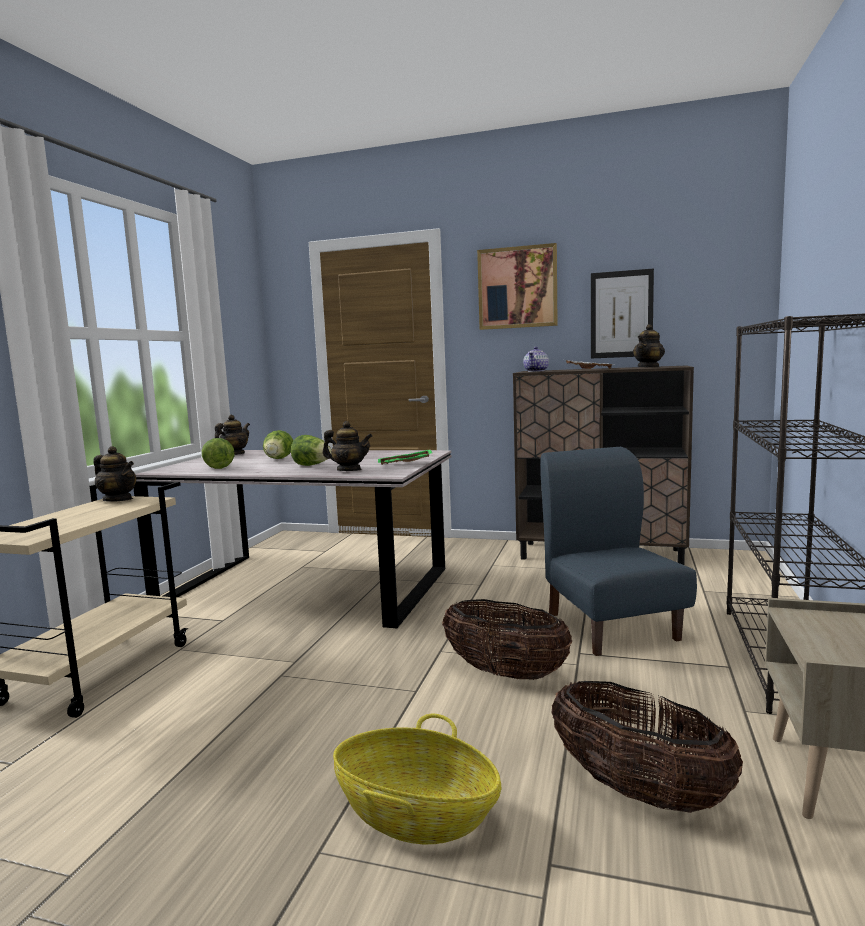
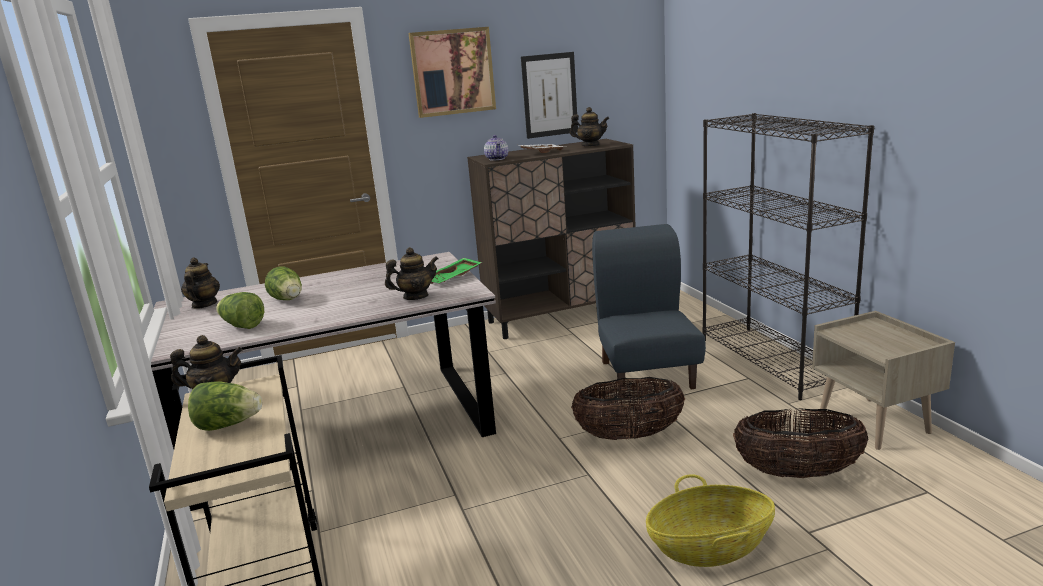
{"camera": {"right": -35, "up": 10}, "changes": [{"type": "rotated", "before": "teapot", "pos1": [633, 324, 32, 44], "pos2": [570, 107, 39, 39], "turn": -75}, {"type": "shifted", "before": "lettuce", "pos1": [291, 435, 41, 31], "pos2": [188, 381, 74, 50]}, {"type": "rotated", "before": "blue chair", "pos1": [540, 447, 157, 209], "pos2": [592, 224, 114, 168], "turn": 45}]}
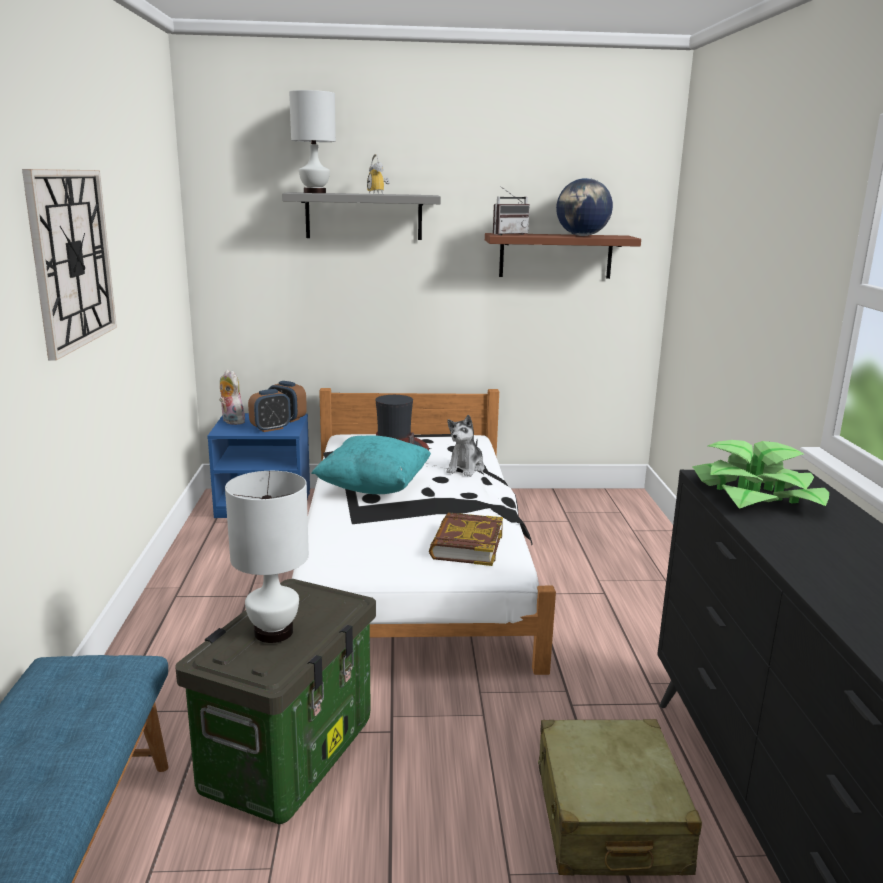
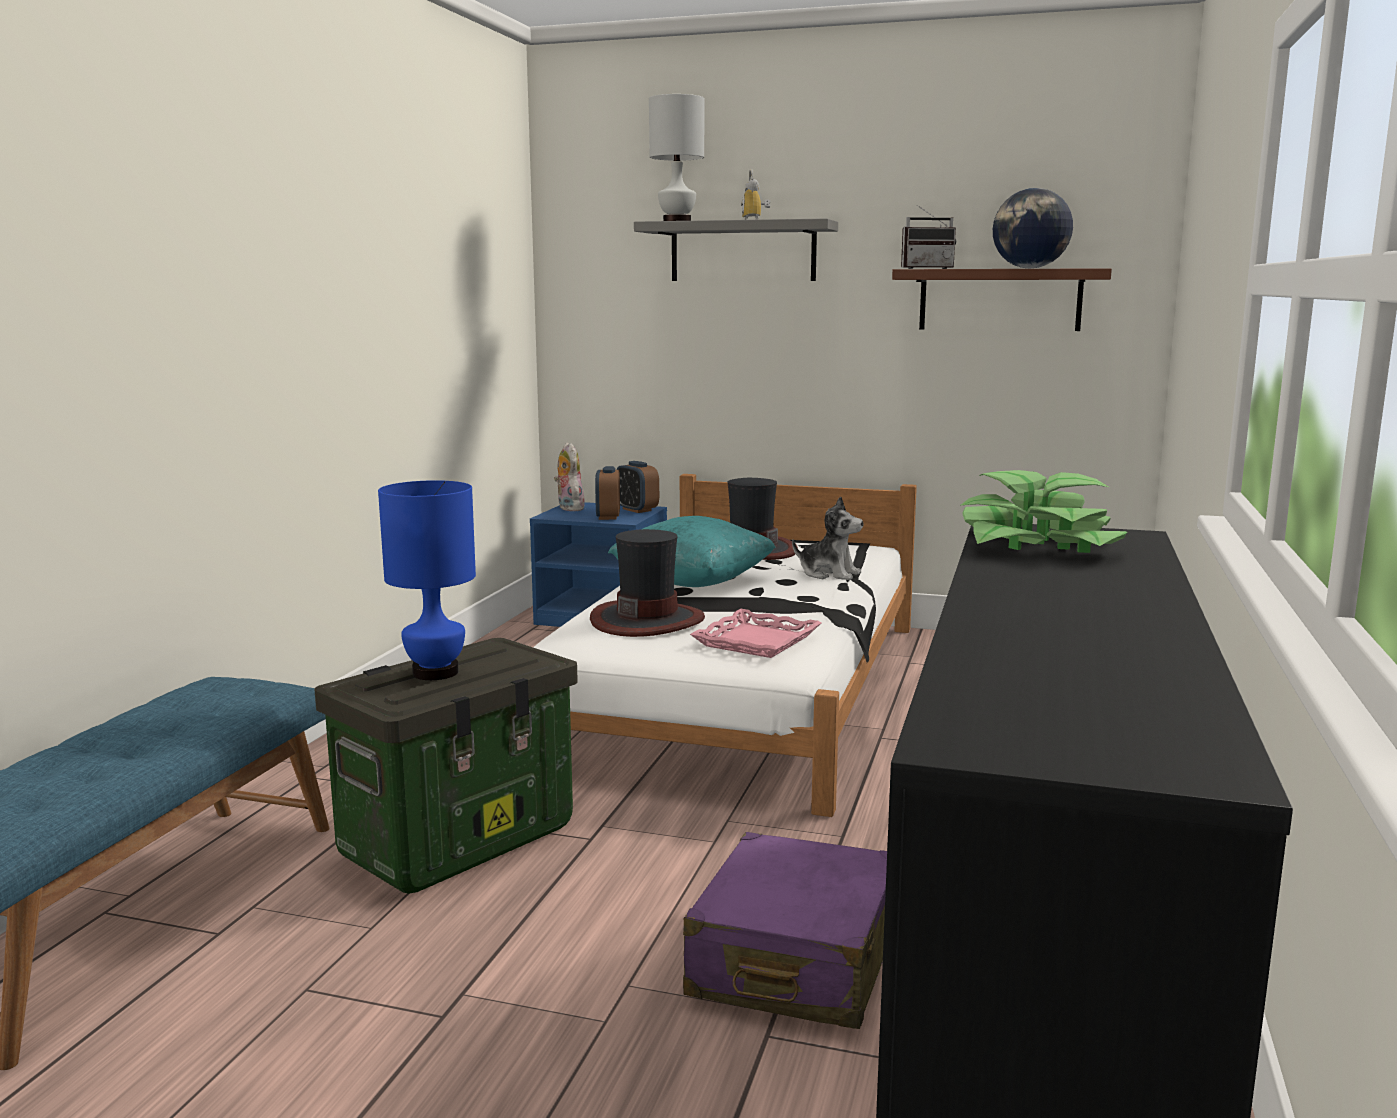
{"camera": {"right": 20, "up": -5}, "changes": [{"type": "gone", "before": "wall clock", "pos1": [22, 169, 95, 191]}, {"type": "rotated", "before": "alarm clock", "pos1": [248, 389, 43, 43], "pos2": [595, 466, 25, 54], "turn": 105}, {"type": "rotated", "before": "plush toy", "pos1": [446, 415, 39, 62], "pos2": [792, 496, 72, 84], "turn": -105}, {"type": "repainted", "before": "white table lamp", "after": "blue table lamp", "pos1": [225, 471, 84, 172], "pos2": [378, 480, 98, 200]}, {"type": "swapped", "before": "book", "after": "pink tray", "pos1": [429, 512, 74, 54], "pos2": [690, 609, 132, 49]}, {"type": "repainted", "before": "beige suitcase", "after": "purple suitcase", "pos1": [538, 719, 164, 157], "pos2": [683, 832, 204, 197]}, {"type": "new", "after": "hat", "pos2": [590, 529, 115, 108]}]}
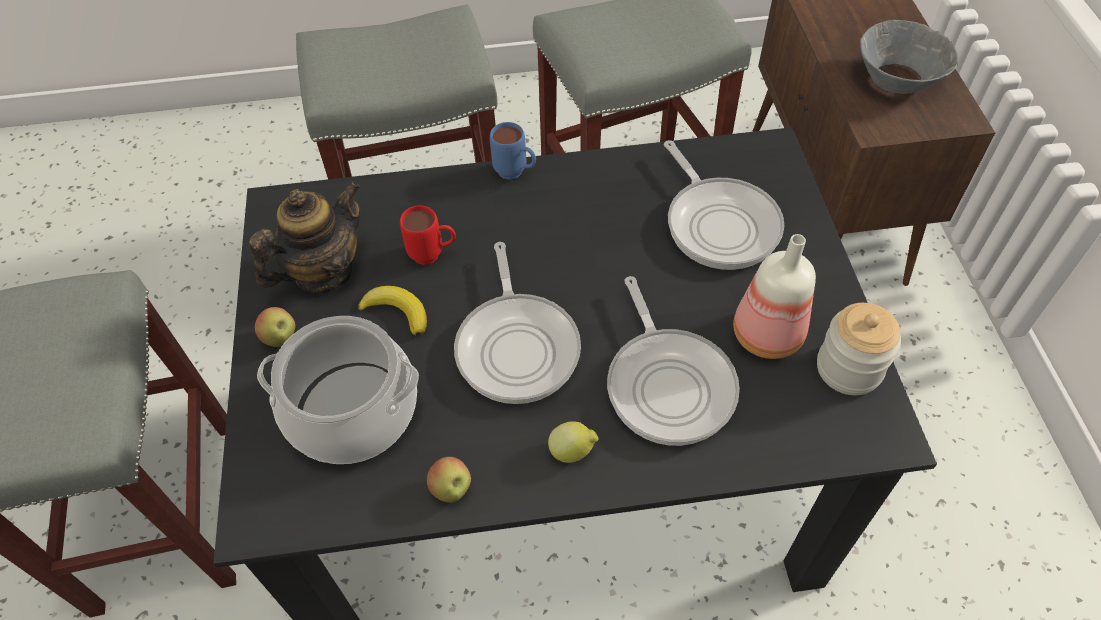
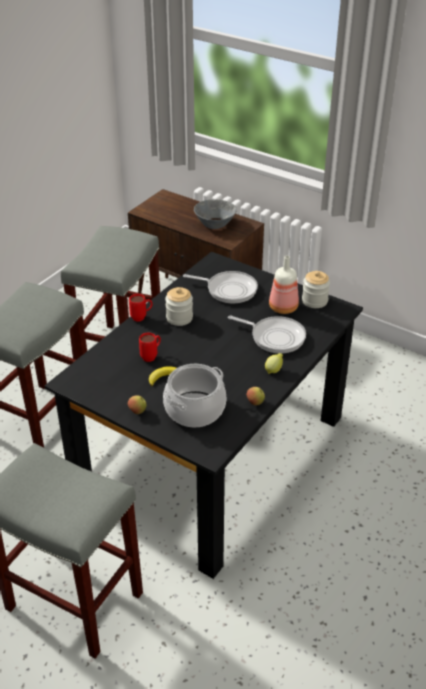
{"camera": {"right": -50, "up": -15}, "changes": [{"type": "repainted", "before": "blue mug", "after": "red mug", "pos1": [490, 122, 46, 58], "pos2": [129, 294, 24, 27]}, {"type": "gone", "before": "teapot", "pos1": [249, 181, 112, 112]}, {"type": "gone", "before": "frying pan", "pos1": [454, 242, 127, 162]}, {"type": "new", "after": "jar", "pos2": [165, 287, 28, 39]}]}
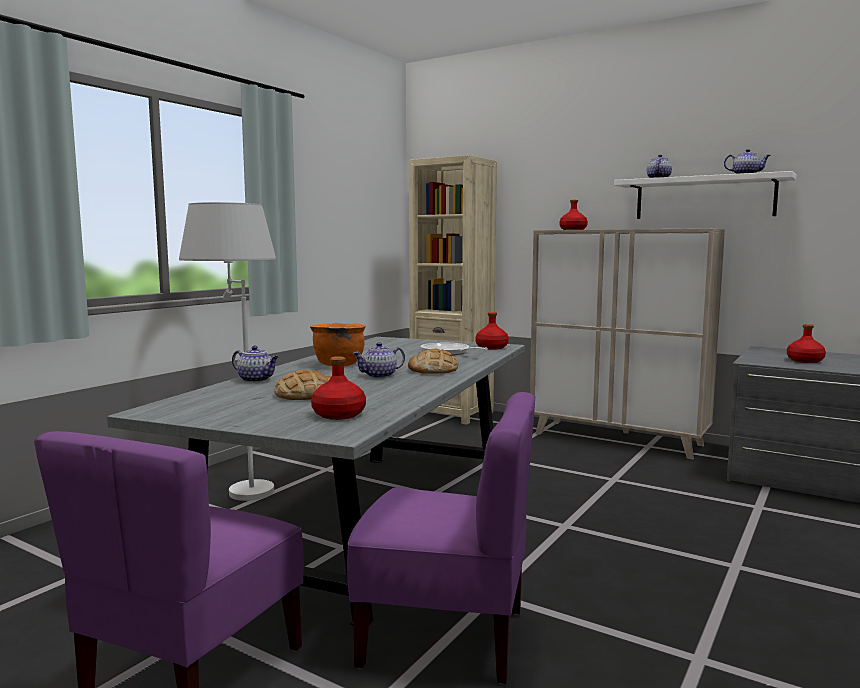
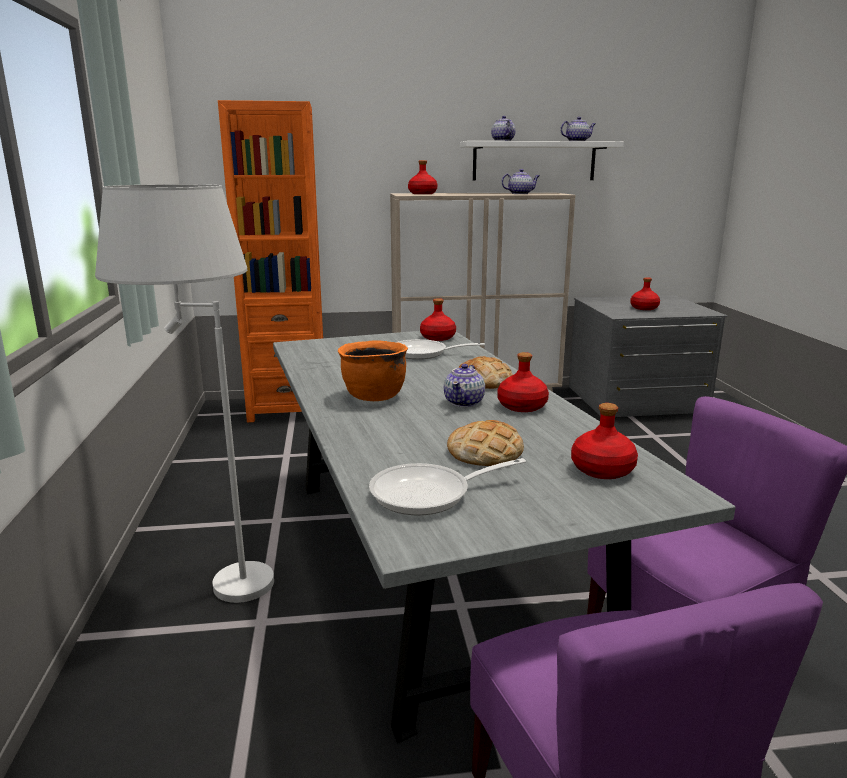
{"camera": {"right": -40, "up": 10}, "changes": [{"type": "repainted", "before": "beige bookcase", "after": "orange bookcase", "pos1": [409, 155, 88, 270], "pos2": [218, 100, 105, 322]}, {"type": "shifted", "before": "teapot", "pos1": [232, 346, 46, 36], "pos2": [501, 169, 39, 25]}, {"type": "new", "after": "red bottle", "pos2": [497, 352, 52, 60]}, {"type": "new", "after": "frying pan", "pos2": [369, 458, 157, 57]}]}
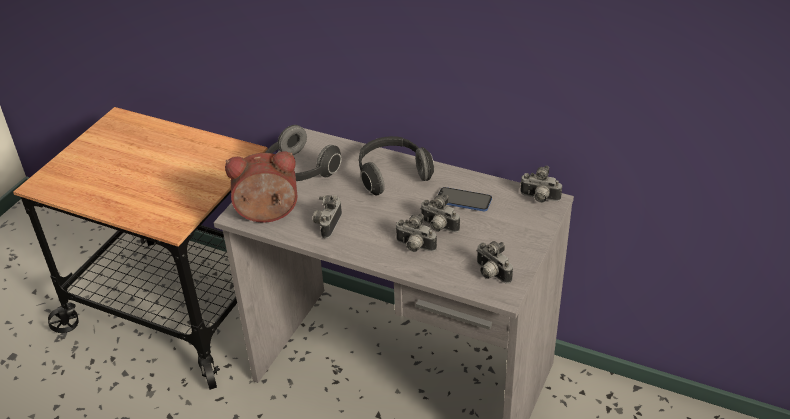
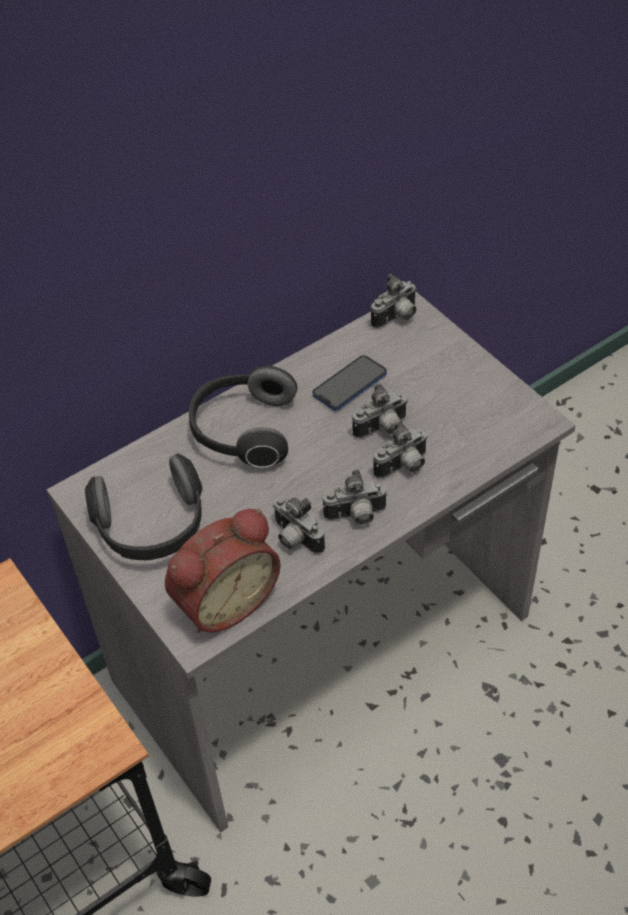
{"camera": {"right": -60, "up": 10}, "changes": [{"type": "rotated", "before": "alarm clock", "pos1": [225, 152, 73, 70], "pos2": [165, 509, 116, 124], "turn": -150}, {"type": "shifted", "before": "photo camera", "pos1": [476, 241, 37, 43], "pos2": [323, 469, 64, 56]}]}
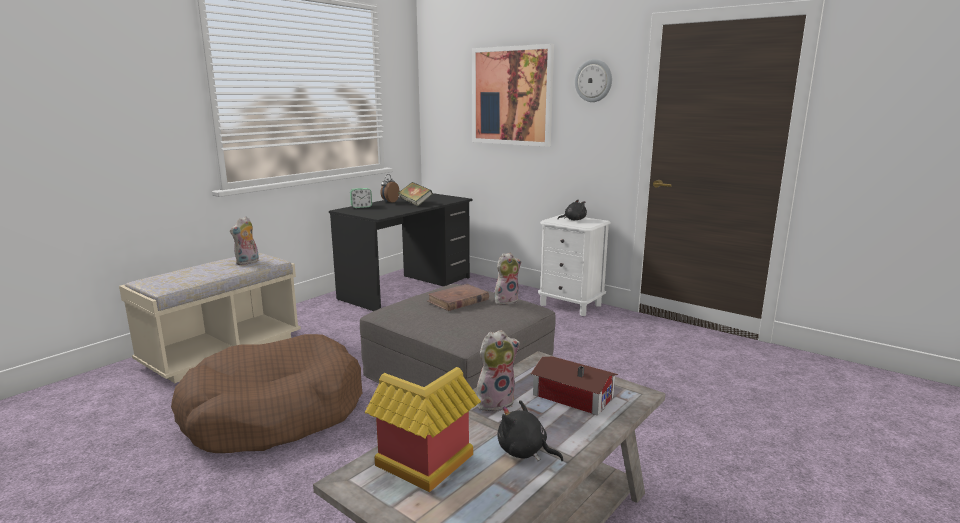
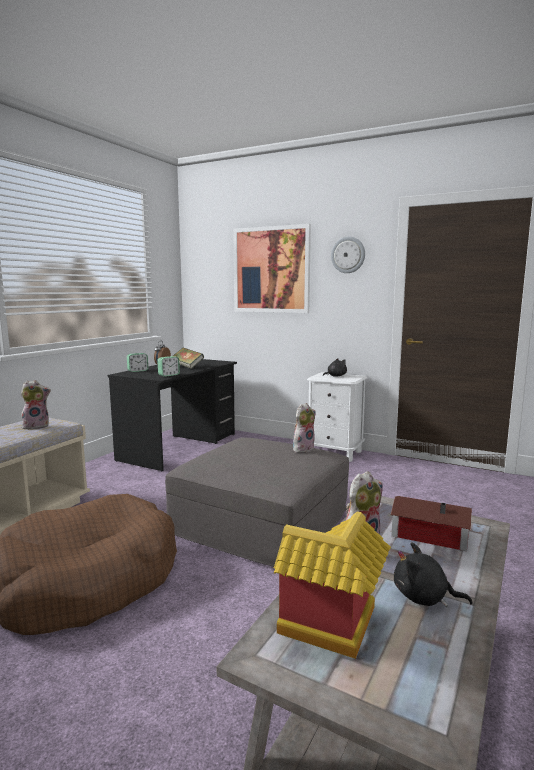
{"camera": {"right": -10, "up": -5}, "changes": [{"type": "rotated", "before": "plush toy", "pos1": [230, 216, 29, 49], "pos2": [21, 380, 30, 49], "turn": -135}, {"type": "gone", "before": "brown book", "pos1": [427, 284, 62, 27]}, {"type": "new", "after": "alarm clock", "pos2": [157, 356, 23, 21]}]}
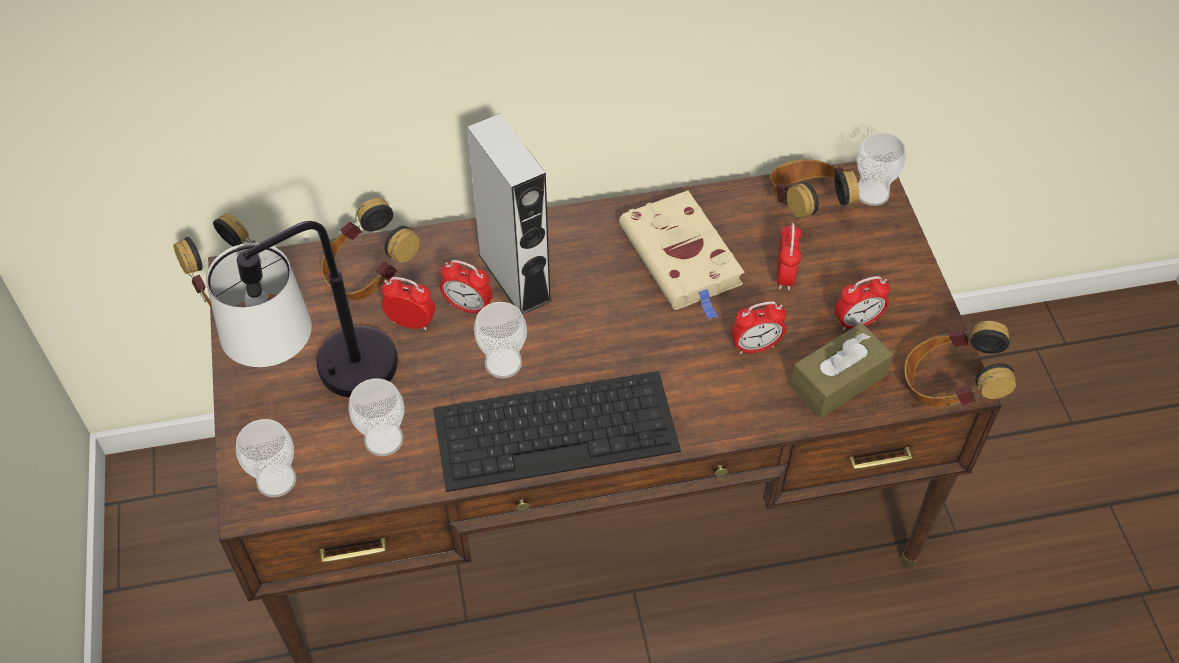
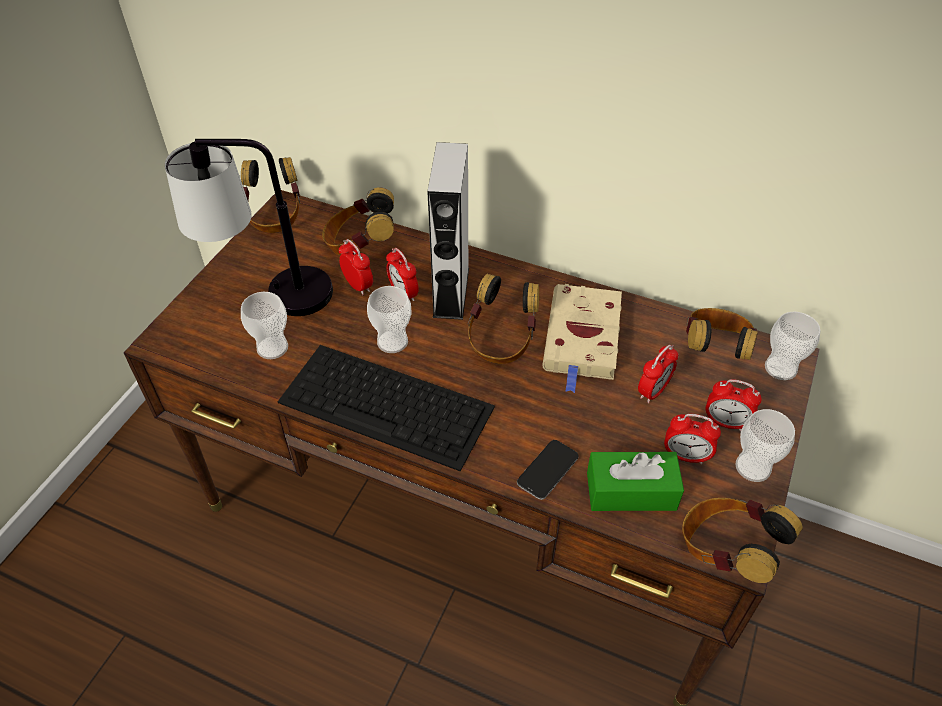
{"camera": {"right": 35, "up": -5}, "changes": [{"type": "shifted", "before": "alarm clock", "pos1": [731, 302, 55, 53], "pos2": [706, 379, 56, 52]}, {"type": "repainted", "before": "brown tissue box", "after": "green tissue box", "pos1": [790, 323, 103, 95], "pos2": [587, 452, 97, 59]}, {"type": "shifted", "before": "cup", "pos1": [236, 419, 60, 78], "pos2": [735, 409, 60, 73]}, {"type": "new", "after": "headphones", "pos2": [468, 274, 71, 90]}, {"type": "new", "after": "phone", "pos2": [517, 440, 62, 60]}]}
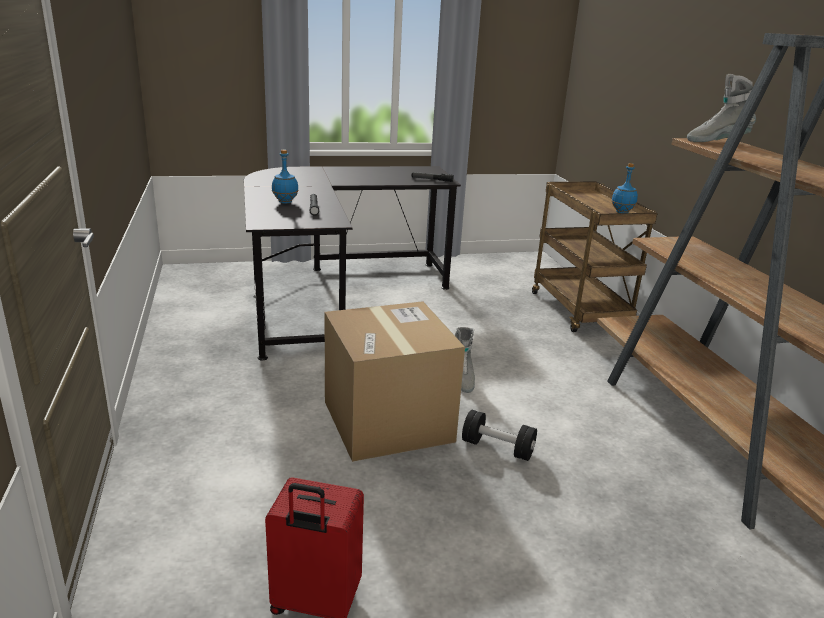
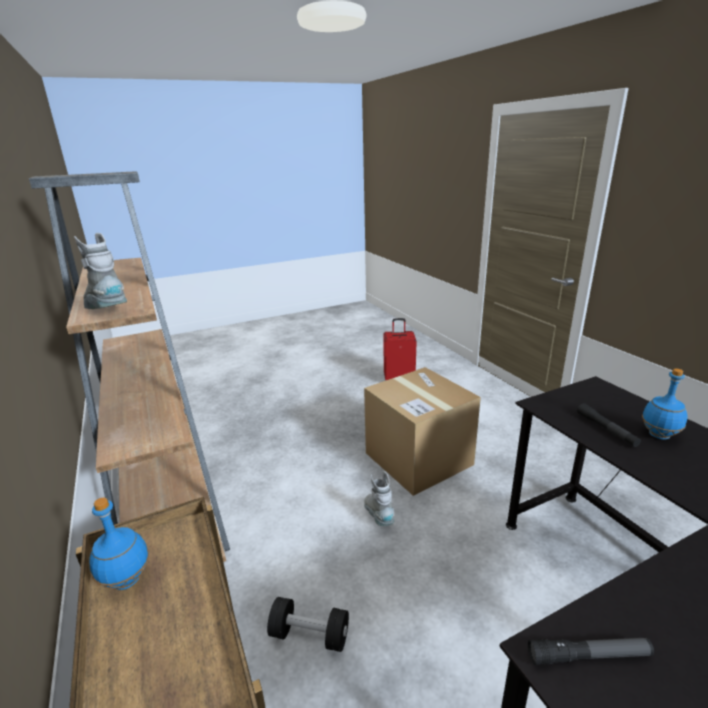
{"camera": {"right": 170, "up": 0}, "changes": [{"type": "rotated", "before": "grey boot", "pos1": [687, 74, 69, 68], "pos2": [74, 233, 53, 76], "turn": -120}, {"type": "shifted", "before": "black dumbbell", "pos1": [462, 410, 75, 51], "pos2": [267, 597, 82, 55]}]}
